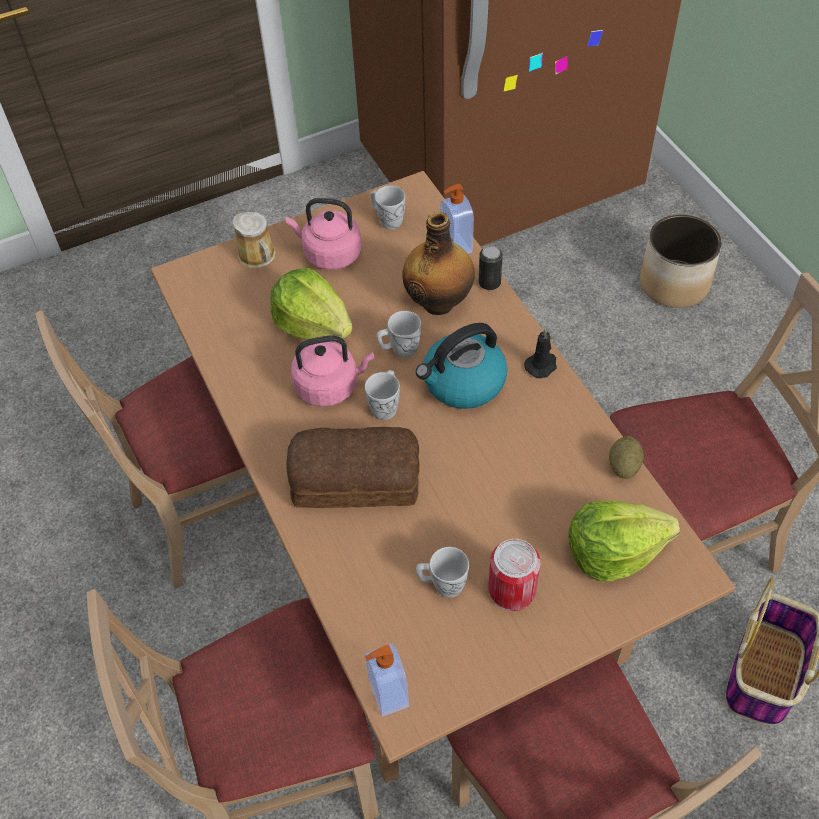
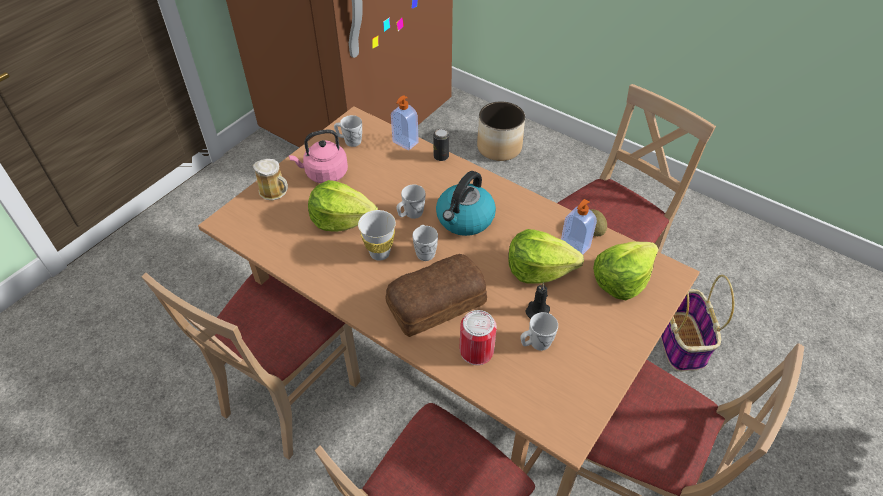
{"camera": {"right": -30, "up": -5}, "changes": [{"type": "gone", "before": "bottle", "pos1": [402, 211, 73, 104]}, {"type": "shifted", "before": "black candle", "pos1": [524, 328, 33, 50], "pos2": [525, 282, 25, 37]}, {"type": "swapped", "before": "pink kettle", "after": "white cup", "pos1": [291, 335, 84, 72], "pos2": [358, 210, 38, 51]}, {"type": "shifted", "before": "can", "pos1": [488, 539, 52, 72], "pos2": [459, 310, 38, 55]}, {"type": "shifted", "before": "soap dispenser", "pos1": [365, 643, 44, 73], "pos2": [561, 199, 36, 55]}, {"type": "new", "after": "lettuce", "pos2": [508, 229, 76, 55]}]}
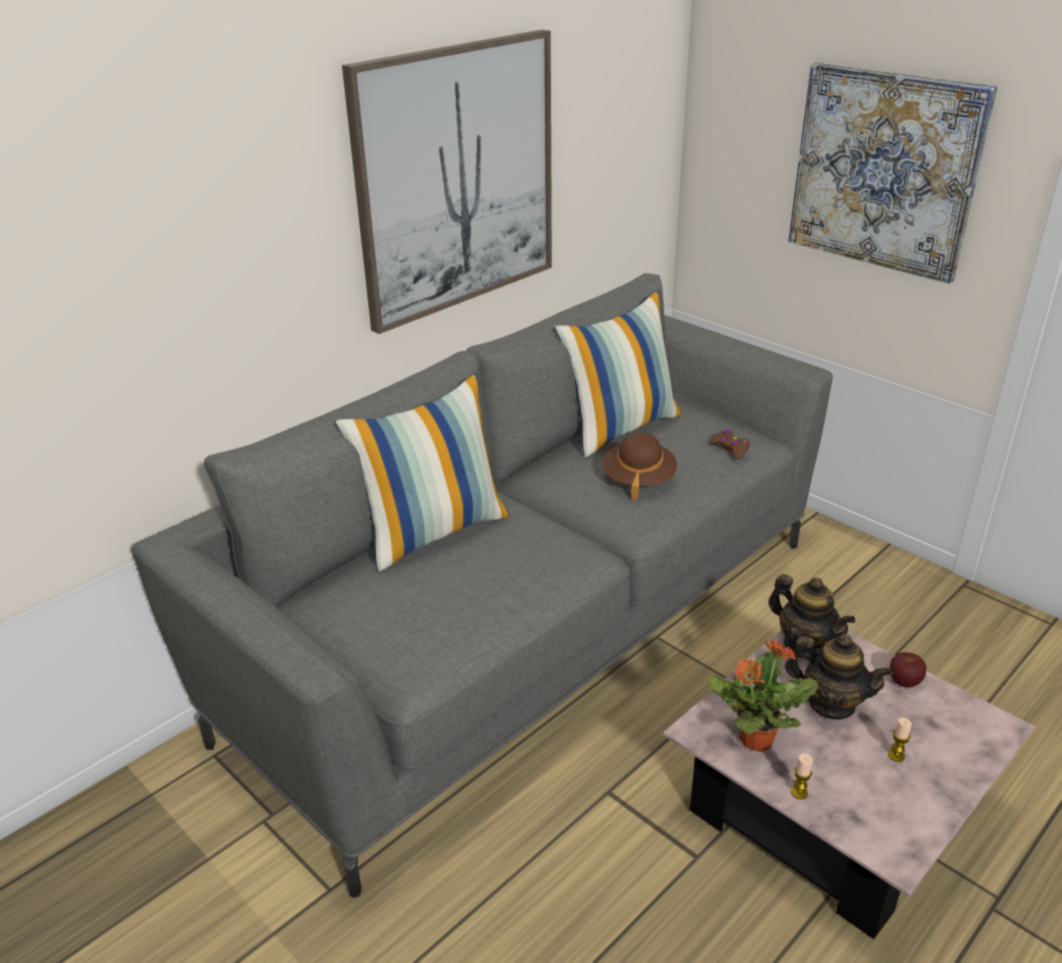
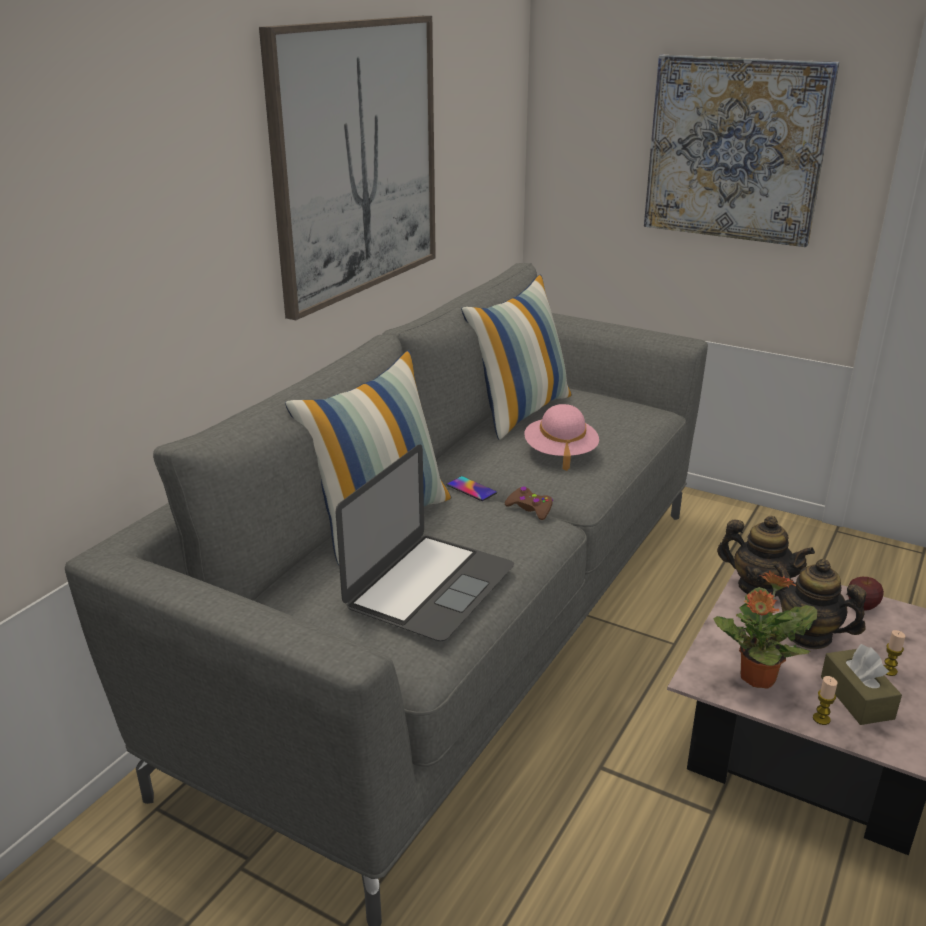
{"camera": {"right": -15, "up": -5}, "changes": [{"type": "shifted", "before": "brown game controller", "pos1": [709, 429, 41, 31], "pos2": [505, 487, 48, 33]}, {"type": "repainted", "before": "brown hat", "after": "pink hat", "pos1": [603, 432, 74, 68], "pos2": [524, 404, 75, 67]}, {"type": "rotated", "before": "teapot", "pos1": [785, 634, 108, 86], "pos2": [773, 559, 94, 90], "turn": -150}, {"type": "new", "after": "laptop", "pos2": [336, 444, 178, 197]}, {"type": "new", "after": "phone", "pos2": [447, 476, 50, 25]}, {"type": "new", "after": "brown tissue box", "pos2": [821, 644, 81, 81]}]}
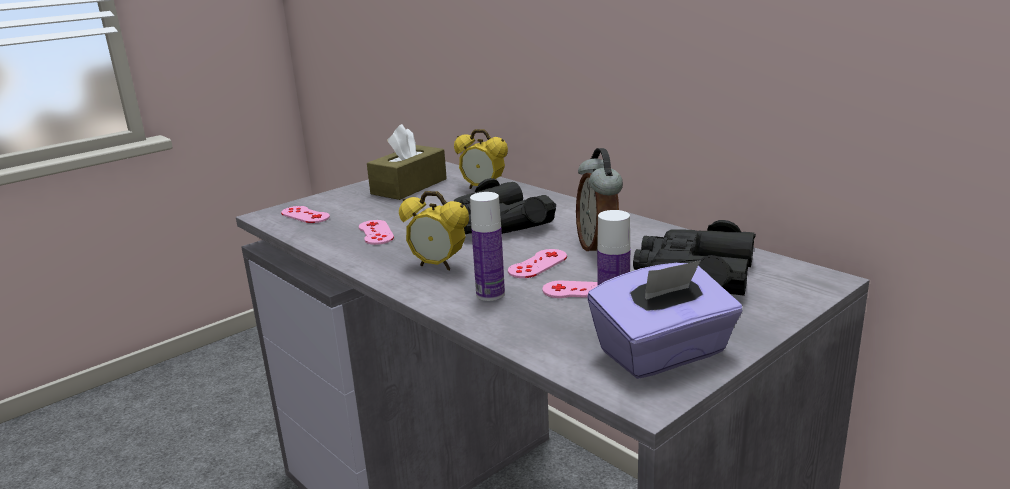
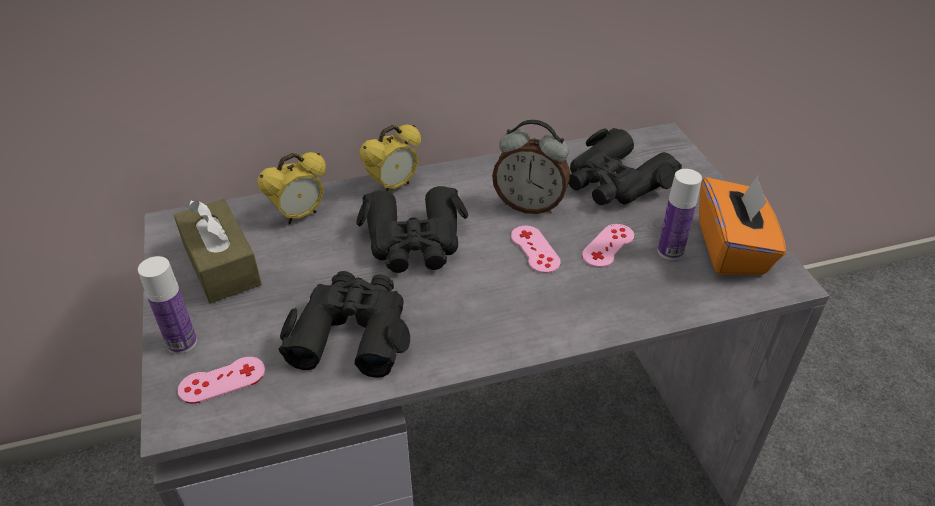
{"camera": {"right": -65, "up": 20}, "changes": [{"type": "shifted", "before": "alarm clock", "pos1": [399, 191, 70, 79], "pos2": [360, 125, 61, 66]}, {"type": "shifted", "before": "bottle", "pos1": [470, 192, 35, 109], "pos2": [138, 256, 59, 98]}, {"type": "swapped", "before": "pink game controller", "after": "black binoculars", "pos1": [359, 220, 35, 25], "pos2": [278, 271, 132, 107]}, {"type": "repainted", "before": "purple tissue box", "after": "orange tissue box", "pos1": [587, 260, 156, 119], "pos2": [699, 176, 87, 99]}]}
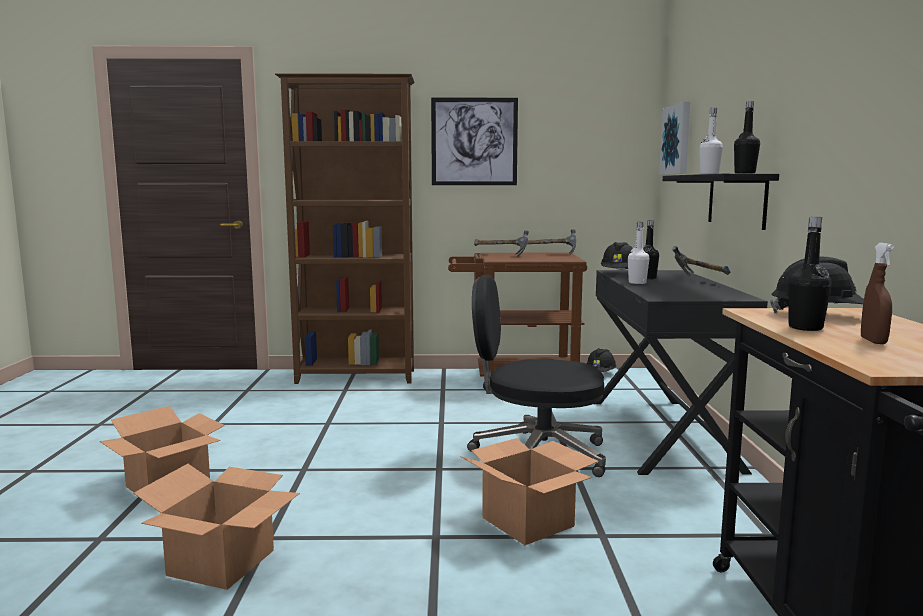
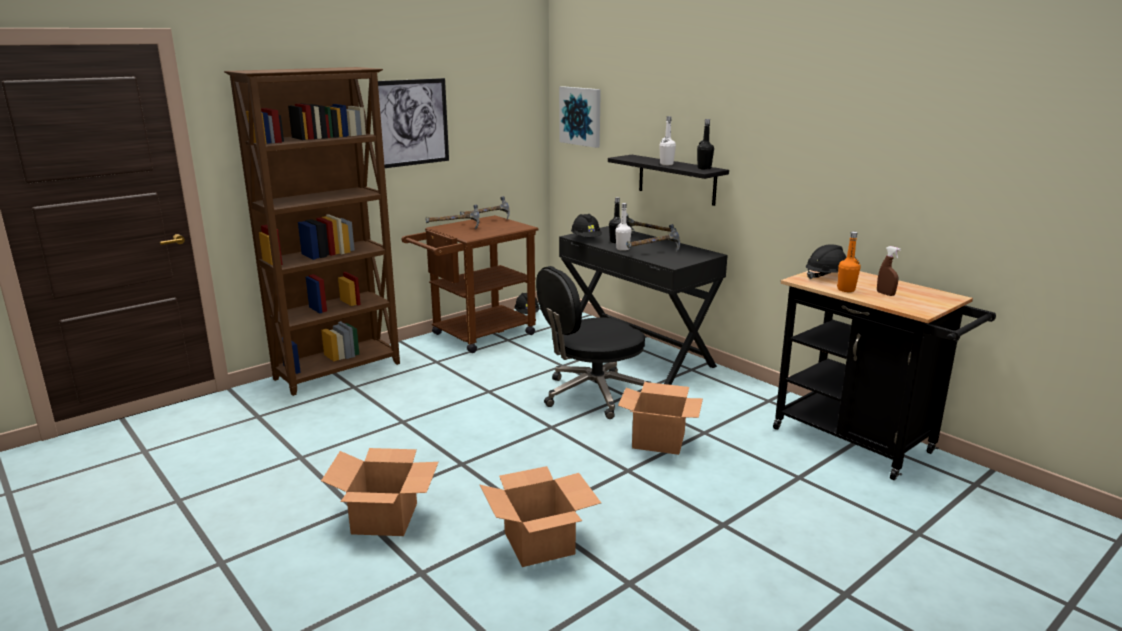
{"camera": {"right": -40, "up": 10}, "changes": [{"type": "repainted", "before": "black bottle", "after": "orange bottle", "pos1": [788, 217, 44, 114], "pos2": [837, 232, 24, 60]}, {"type": "new", "after": "hammer", "pos2": [626, 224, 54, 28]}]}
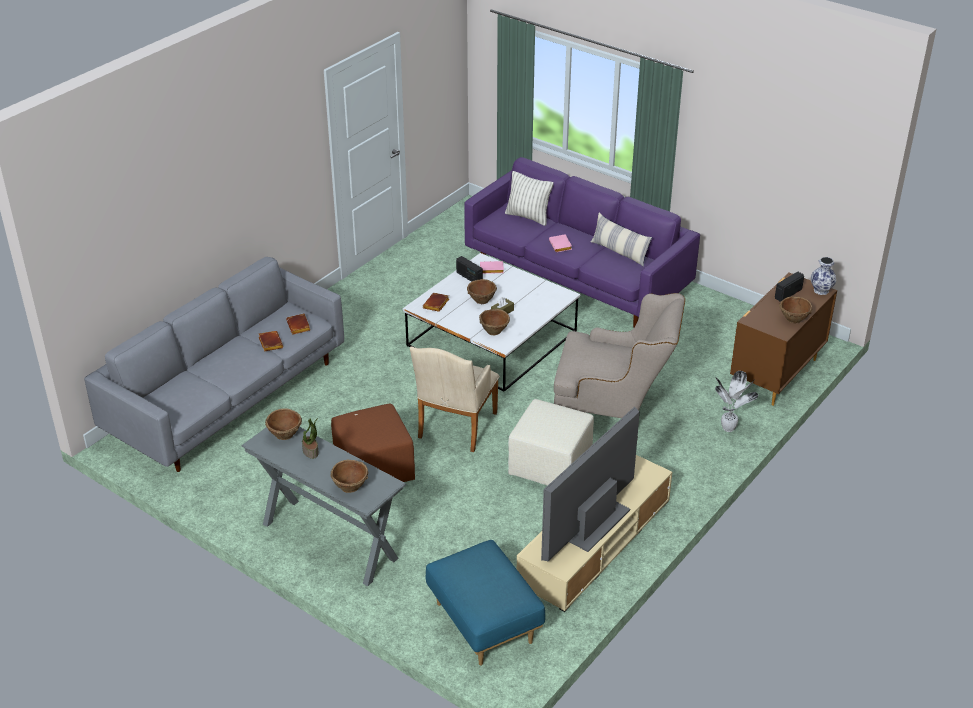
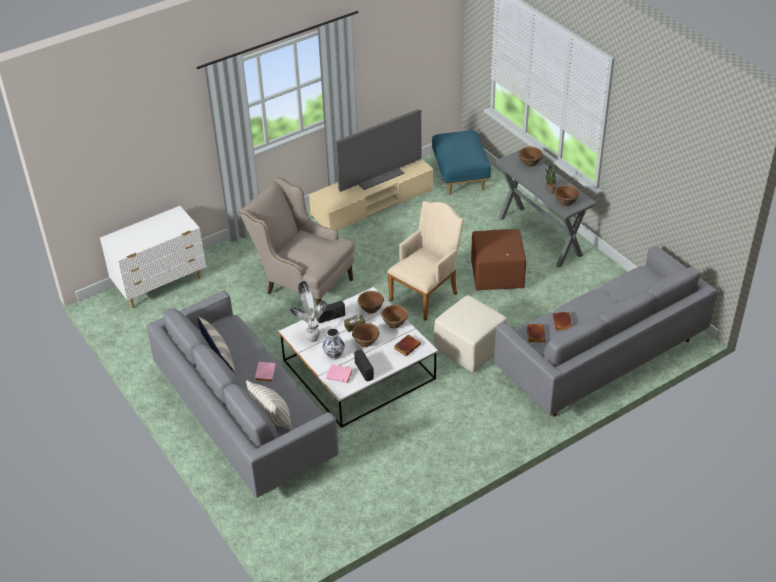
{"camera": {"right": -160, "up": 5}, "changes": [{"type": "repainted", "before": "purple sofa", "after": "grey sofa", "pos1": [464, 157, 236, 171], "pos2": [146, 291, 193, 207]}, {"type": "shifted", "before": "vase", "pos1": [811, 257, 25, 38], "pos2": [322, 328, 23, 32]}, {"type": "shifted", "before": "radio", "pos1": [775, 272, 29, 30], "pos2": [317, 301, 28, 22]}, {"type": "repainted", "before": "brown dresser", "after": "white dresser", "pos1": [730, 273, 107, 133], "pos2": [100, 206, 106, 102]}, {"type": "shifted", "before": "brown bowl", "pos1": [779, 297, 33, 26], "pos2": [381, 304, 27, 25]}, {"type": "shifted", "before": "potted plant", "pos1": [715, 371, 43, 61], "pos2": [290, 281, 37, 62]}, {"type": "shifted", "before": "beige ottoman", "pos1": [508, 399, 86, 87], "pos2": [434, 295, 73, 78]}]}
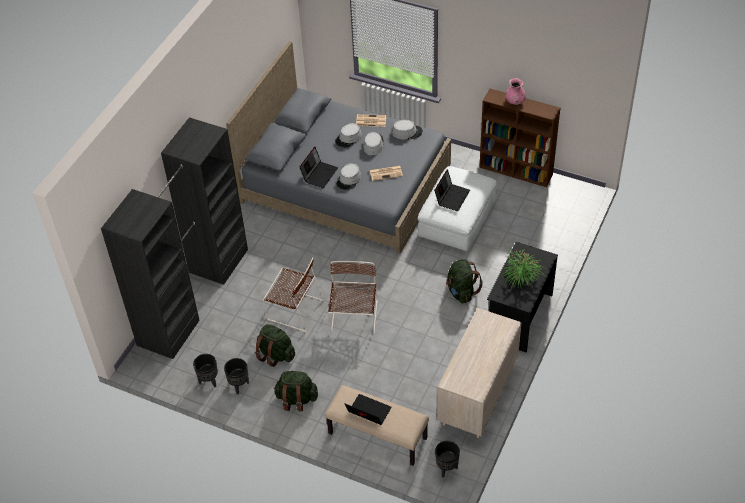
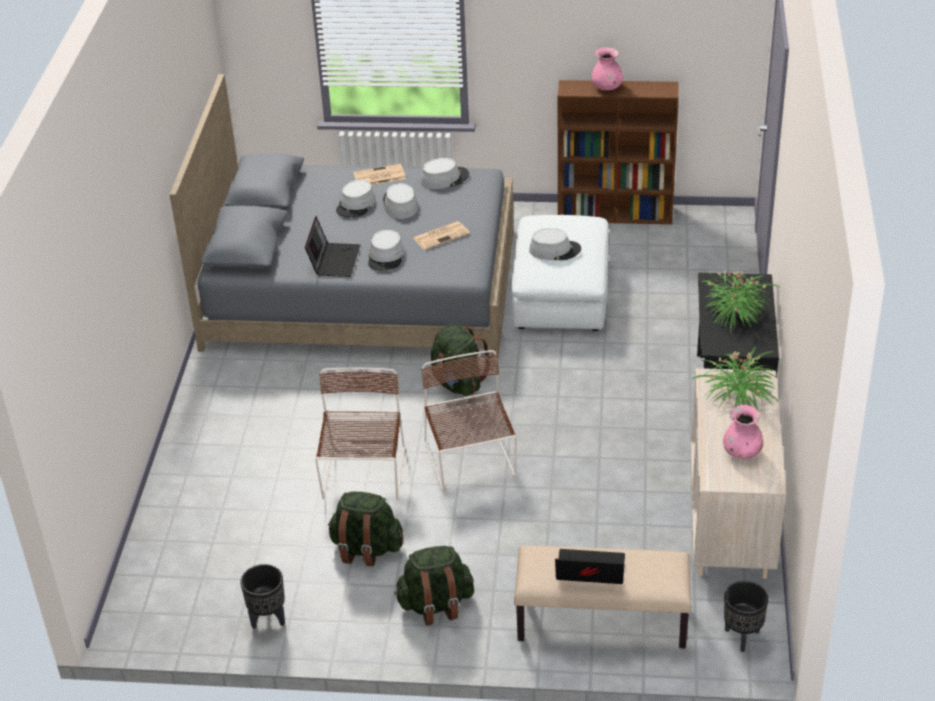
{"camera": {"right": -20, "up": -10}, "changes": [{"type": "gone", "before": "black wardrobe", "pos1": [101, 117, 147, 242]}, {"type": "swapped", "before": "laptop", "after": "grey hat", "pos1": [434, 169, 36, 42], "pos2": [529, 228, 52, 32]}, {"type": "rotated", "before": "brown chair", "pos1": [263, 257, 62, 75], "pos2": [315, 367, 90, 133], "turn": -90}, {"type": "shifted", "before": "green backpack", "pos1": [446, 259, 37, 45], "pos2": [431, 324, 60, 72]}, {"type": "gone", "before": "black planter", "pos1": [224, 358, 25, 36]}, {"type": "new", "after": "potted plant", "pos2": [691, 347, 89, 63]}, {"type": "new", "after": "pink vase", "pos2": [723, 405, 40, 54]}]}
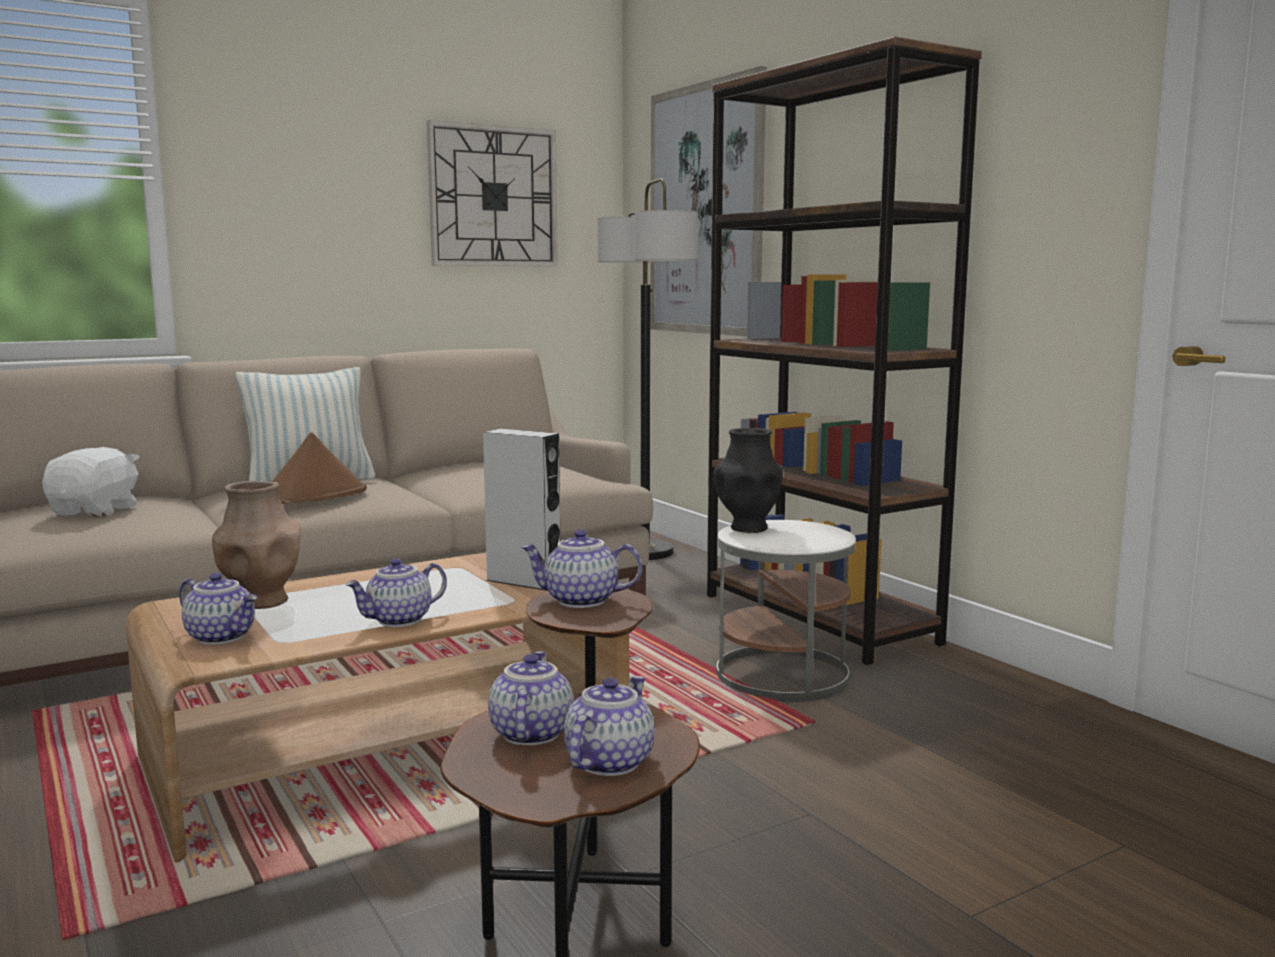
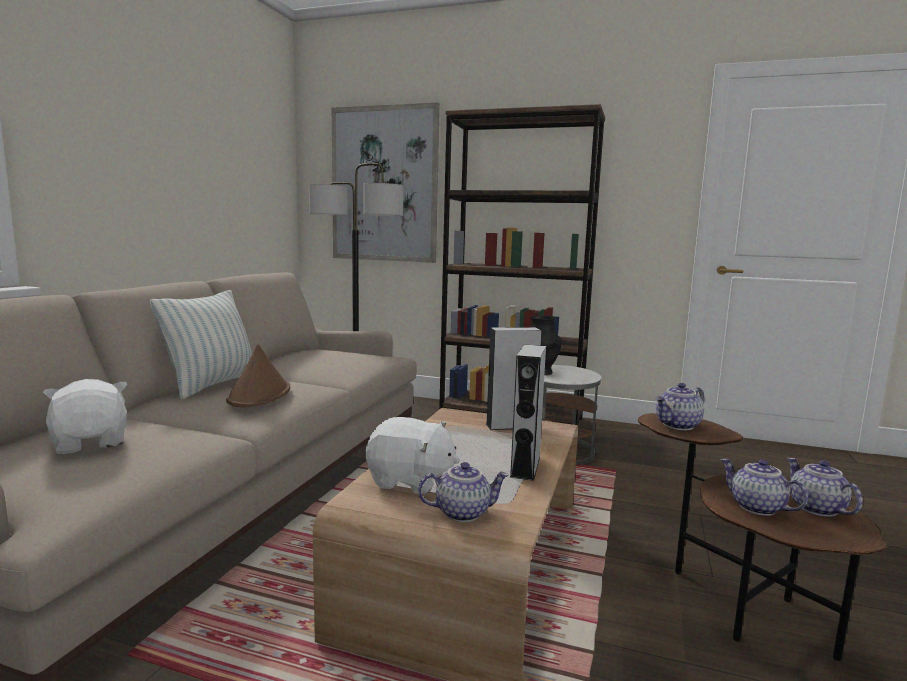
{"camera": {"right": -40, "up": 0}, "changes": [{"type": "gone", "before": "wall clock", "pos1": [427, 120, 131, 147]}, {"type": "swapped", "before": "brown vase", "after": "white plush toy", "pos1": [212, 481, 89, 128], "pos2": [366, 417, 94, 77]}, {"type": "swapped", "before": "teapot", "after": "grey speaker", "pos1": [345, 558, 102, 69], "pos2": [510, 344, 36, 137]}]}
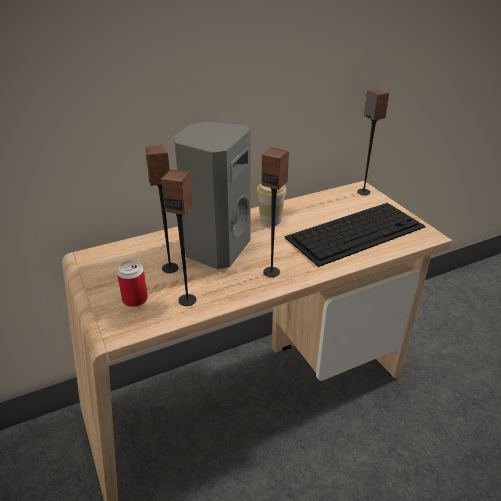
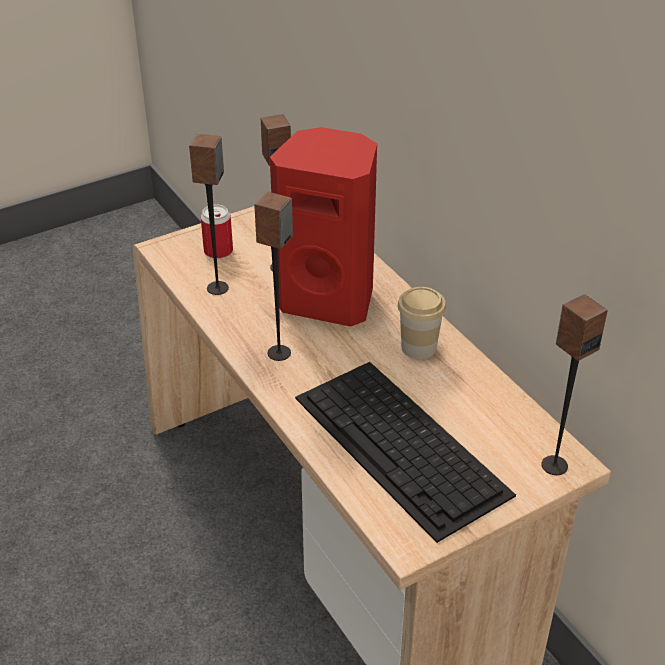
{"camera": {"right": 85, "up": 5}, "changes": [{"type": "repainted", "before": "grey speaker", "after": "red speaker", "pos1": [174, 121, 77, 148], "pos2": [270, 127, 107, 200]}]}
